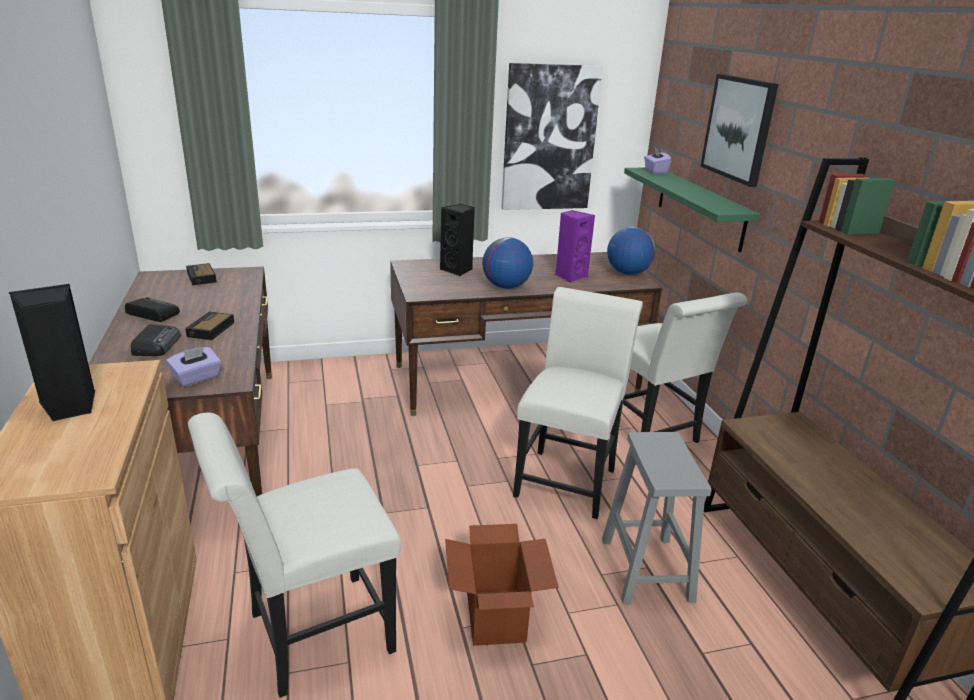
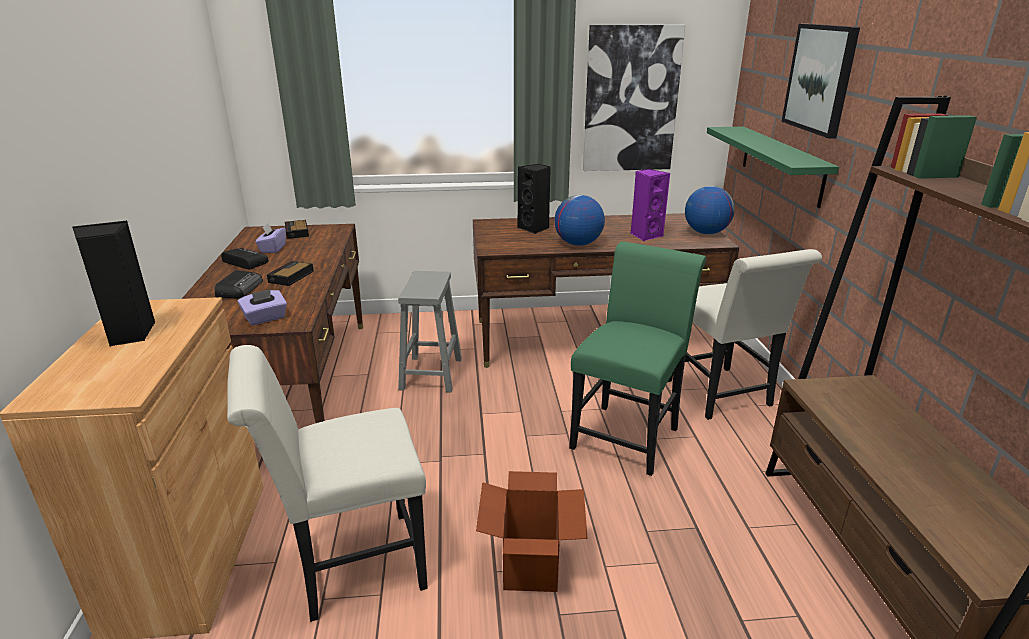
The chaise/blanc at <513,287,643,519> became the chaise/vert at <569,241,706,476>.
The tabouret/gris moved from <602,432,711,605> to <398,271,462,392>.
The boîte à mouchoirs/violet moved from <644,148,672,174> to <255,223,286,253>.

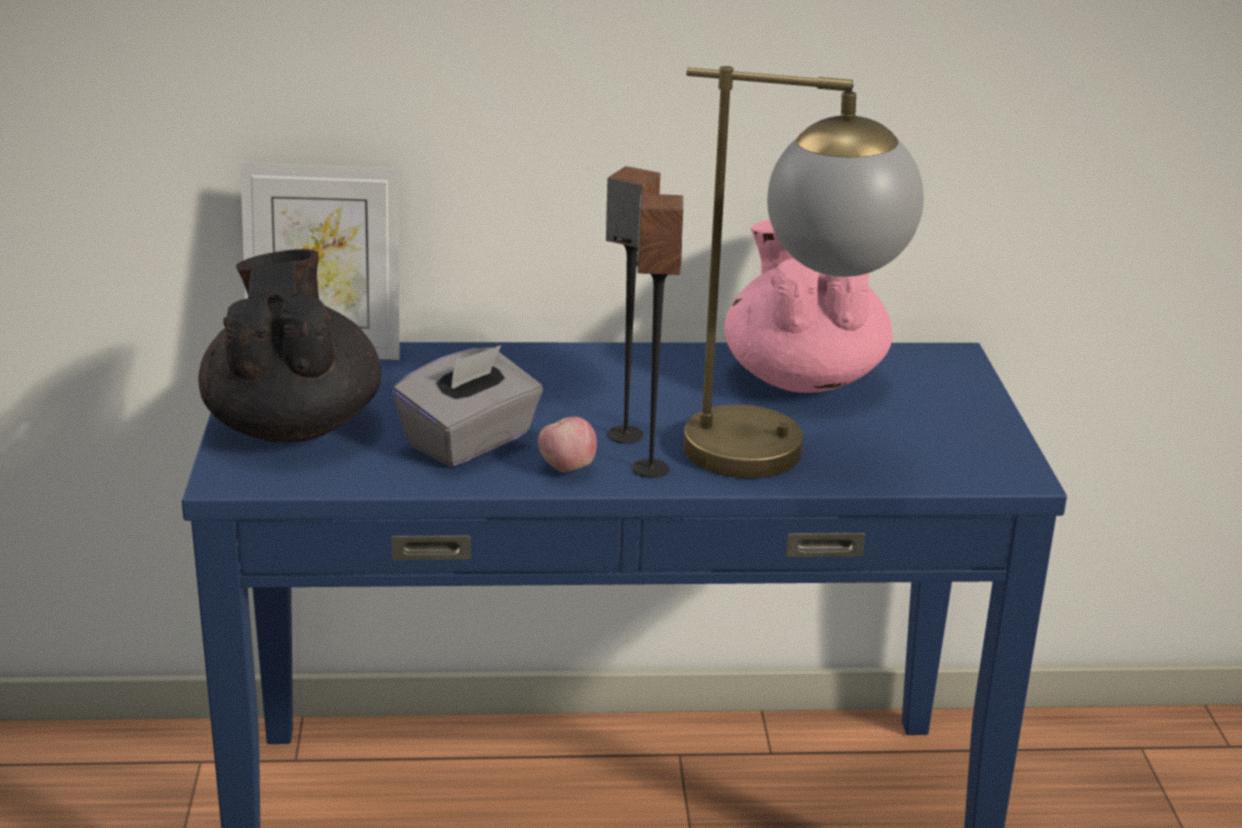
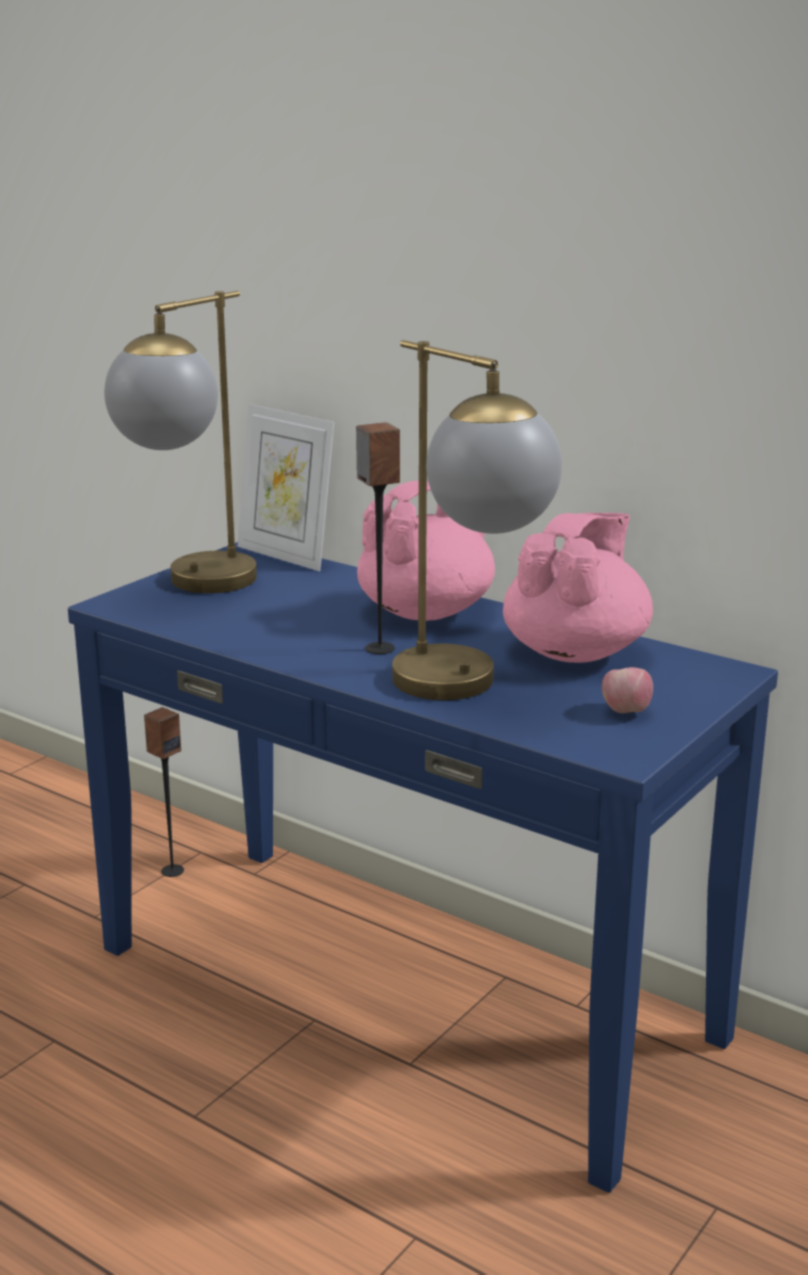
The théière/noir at <198,249,381,442> was replaced by the lampe de table at <104,291,257,593>.
The boîte à mouchoirs/gris at <392,345,543,467> disappeared.
The pomme moved from <538,417,597,472> to <602,667,653,713>.
The enceinte moved from <633,194,683,478> to <144,707,184,877>.
The théière/rose at <357,481,495,621> appeared.

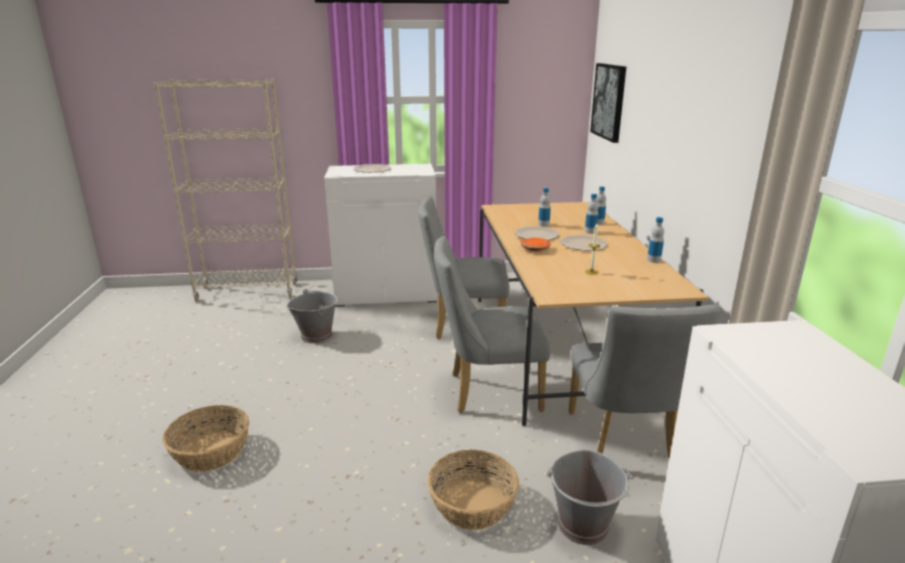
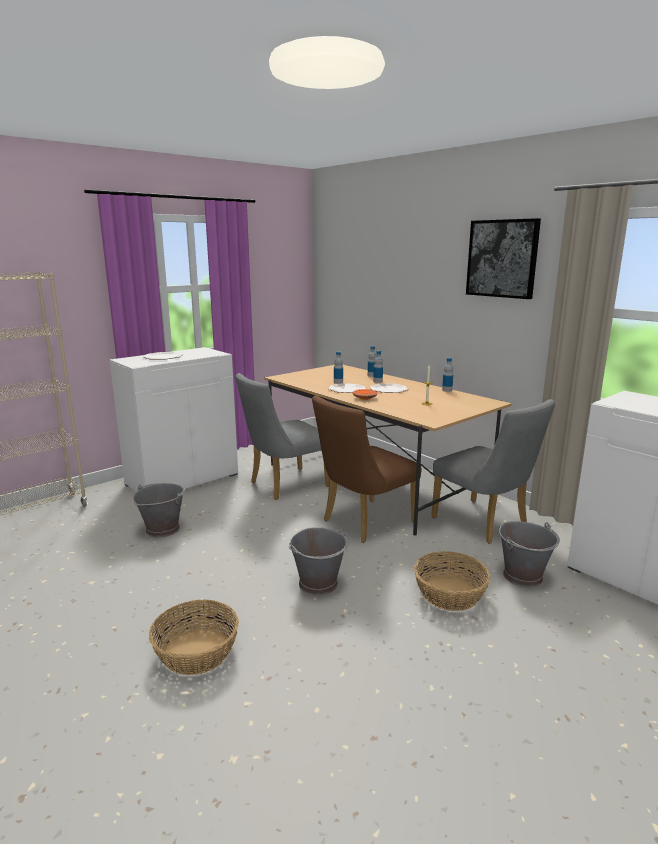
The chaise/gris at <434,236,551,413> became the chaise/marron at <312,395,422,543>.
The tableau moved from <590,63,626,143> to <466,218,541,299>.
The seau/gris at <289,527,348,595> appeared.

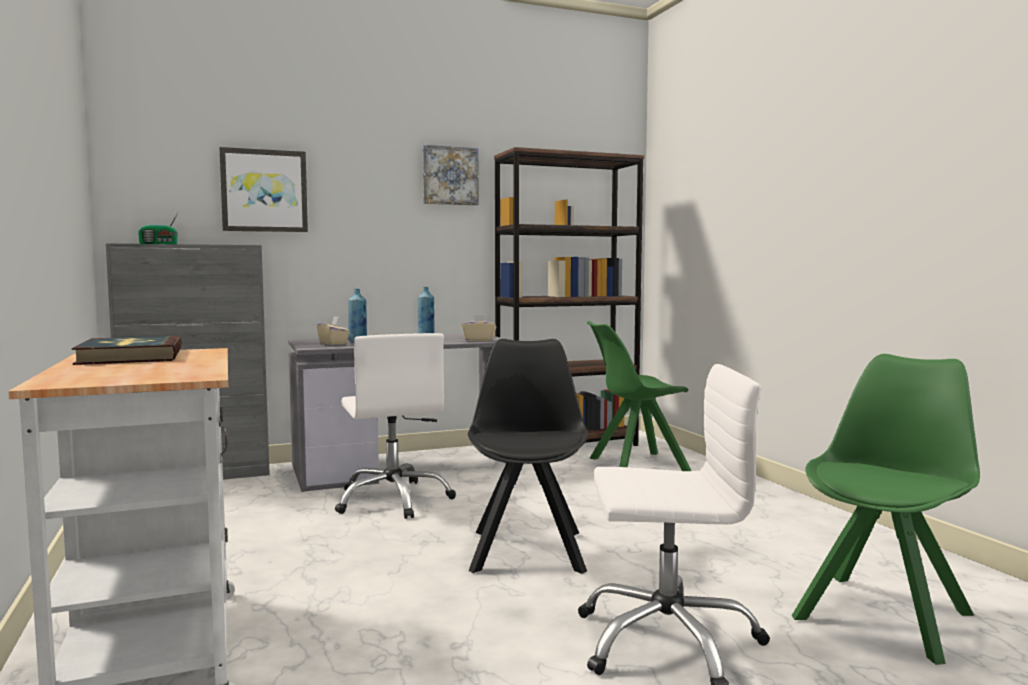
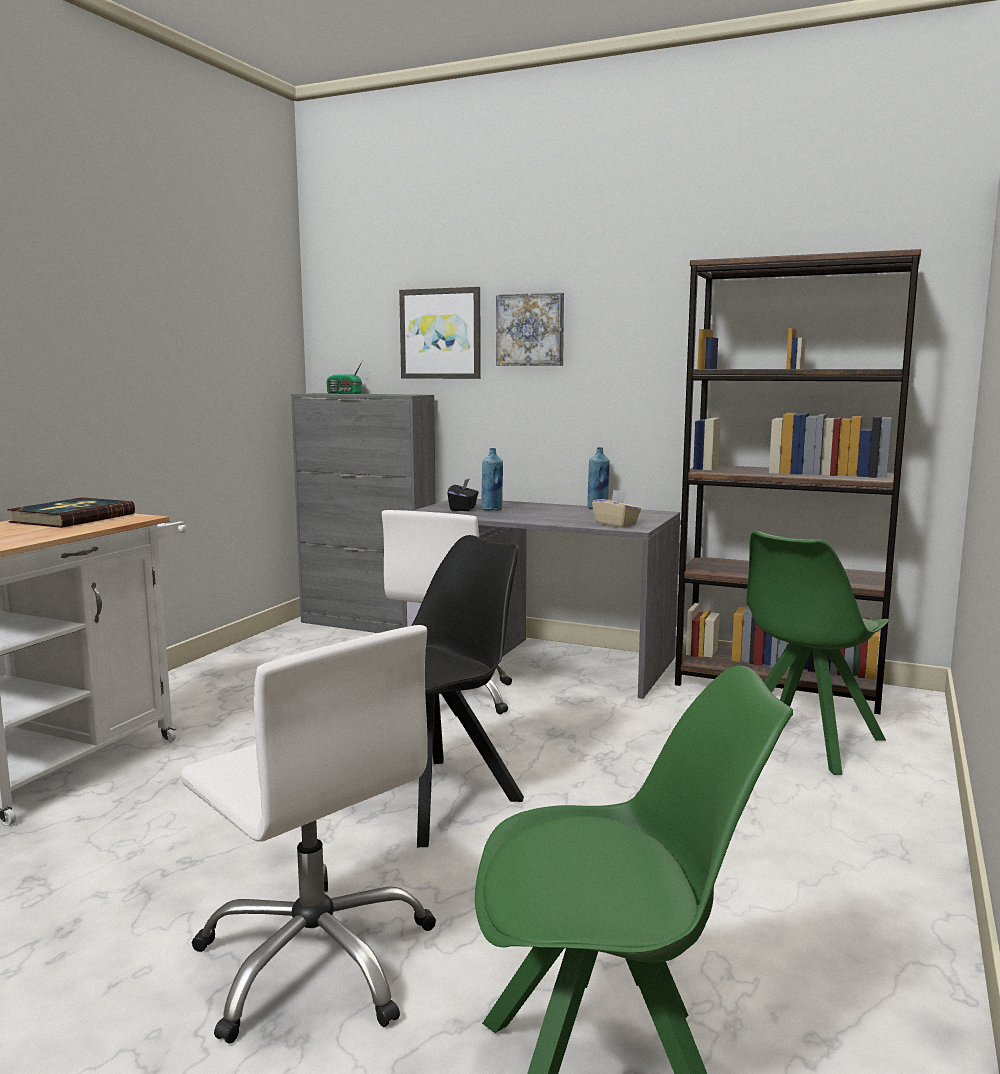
The boîte à mouchoirs/beige at <317,316,350,345> became the boîte à mouchoirs/noir at <448,478,479,511>.
The tableau moved from <423,145,479,205> to <496,292,564,366>.
The chaise/vert at <587,321,692,471> turned 75 degrees counterclockwise.

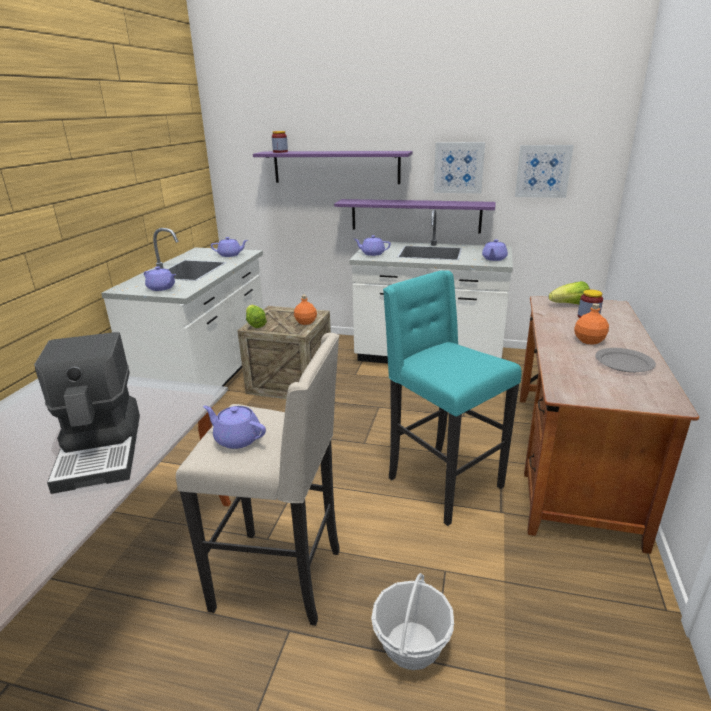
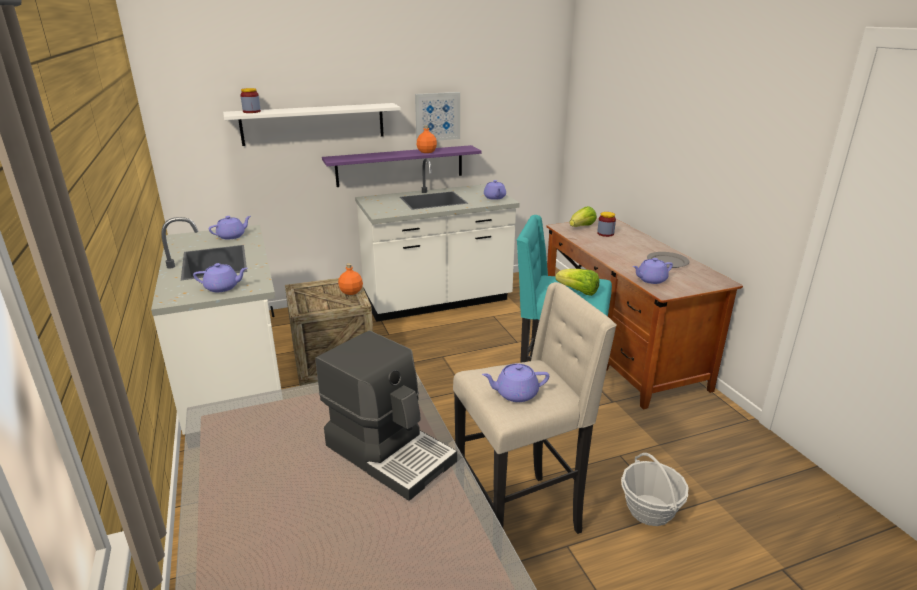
The laitue moved from <246,305,267,328> to <555,269,599,296>.
The étagère/violet at <253,151,413,184> became the étagère/blanc at <223,103,401,146>.
The théière/violet moved from <354,235,391,256> to <633,258,673,284>.
The tableau at <515,145,574,198> disappeared.
The bouteille/orange moved from <574,303,609,345> to <416,125,437,153>.

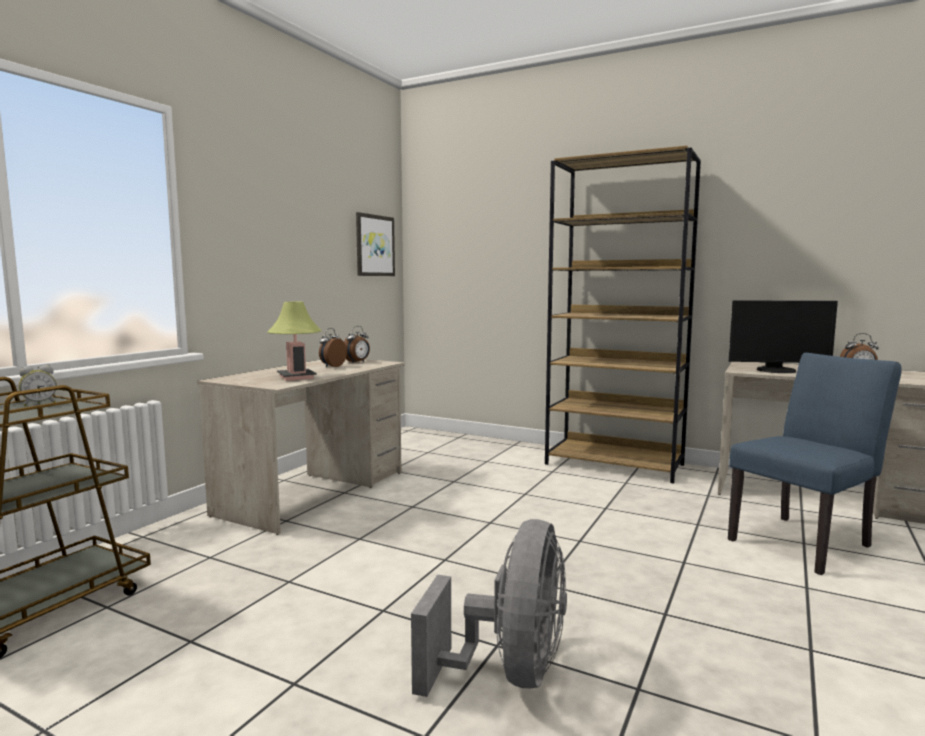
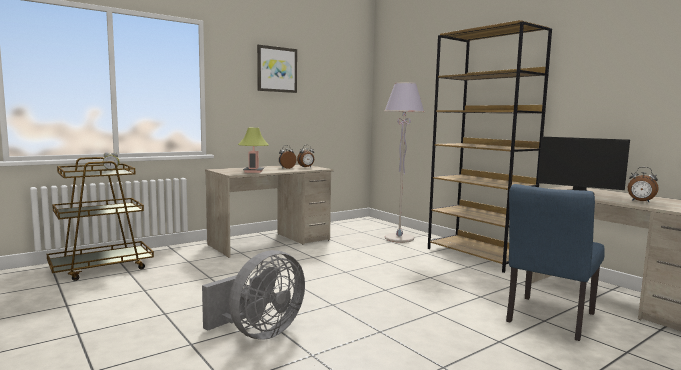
The tableau moved from <356,212,395,276> to <257,45,297,93>.
The chaise/bleu at <728,353,902,575> turned 135 degrees clockwise.
The lampadaire/gris at <384,82,425,243> appeared.

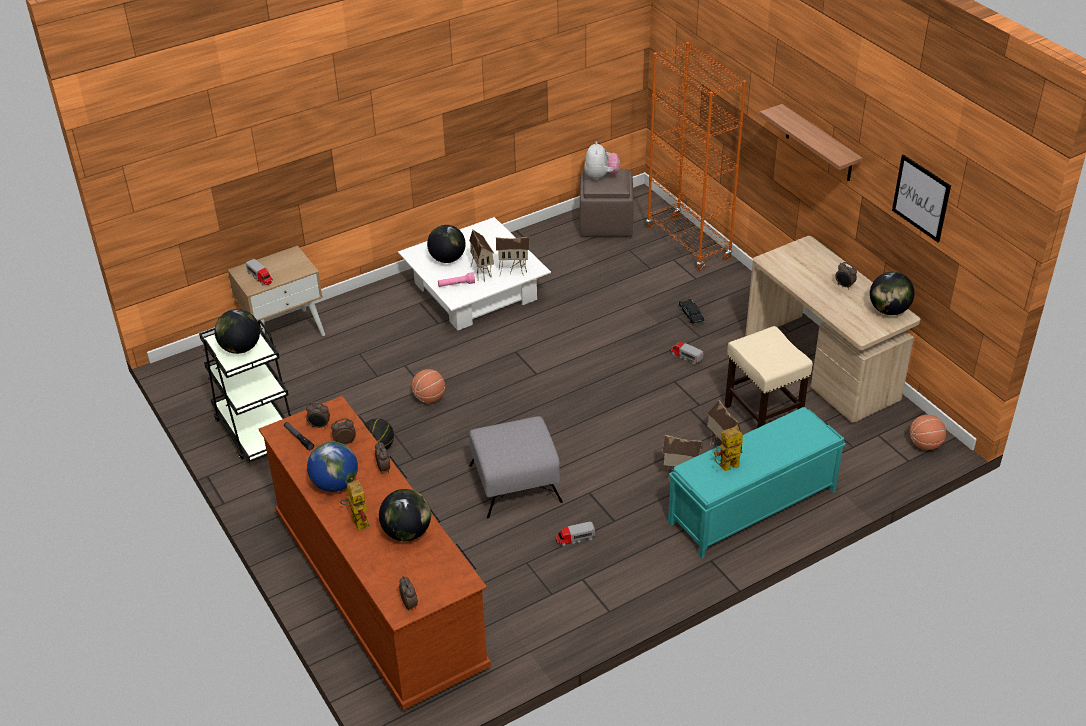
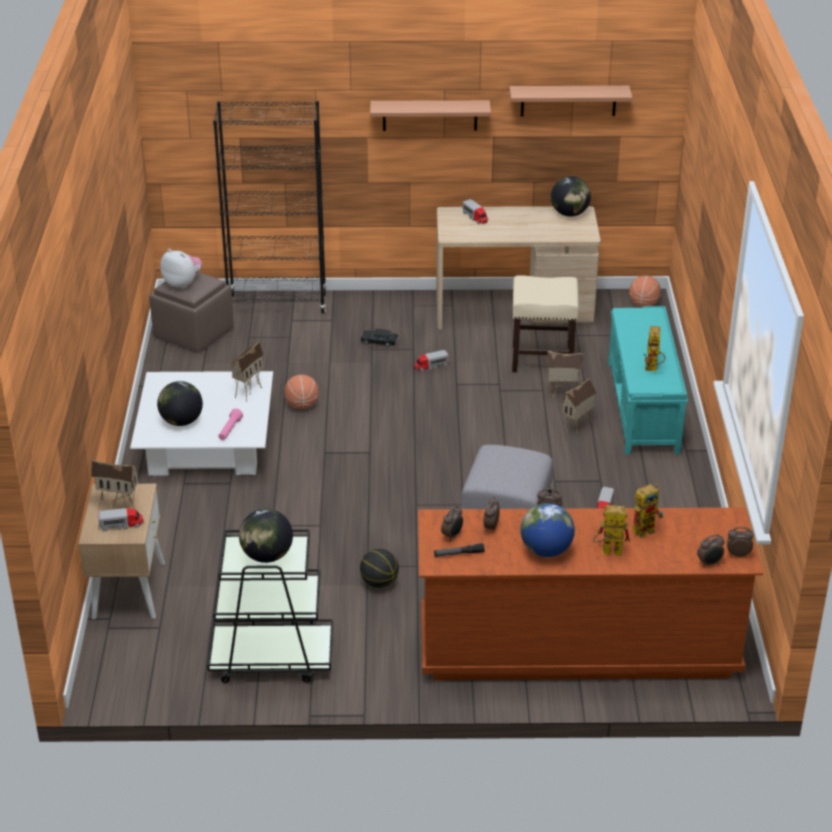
The globe at <379,489,431,541> was replaced by the robot jouet at <632,483,663,538>.
The ballon de basket moved from <412,369,445,403> to <285,375,319,409>.
The maison miniature moved from <469,229,494,282> to <91,460,139,510>.
The bibliothèque/orange at <646,42,746,270> became the bibliothèque/noir at <213,101,326,314>.
The réveil moved from <835,262,857,289> to <697,534,725,567>.
The tableau at <892,154,951,242> was replaced by the étagère at <509,86,633,116>.
The camion jouet at <463,199,488,224> appeared.

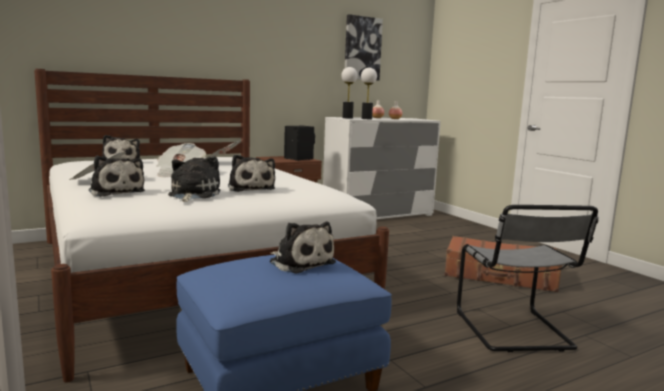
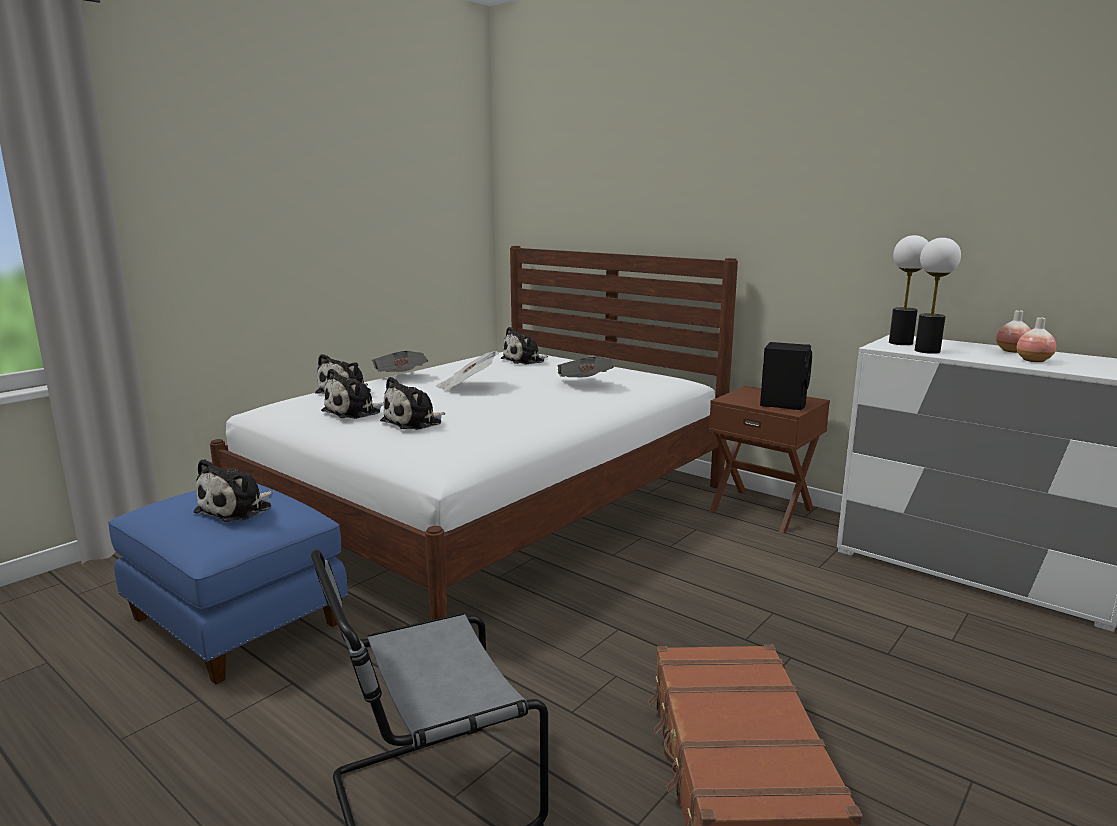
The peluche at <168,156,220,202> turned 150 degrees clockwise.
The tableau at <345,14,383,81> disappeared.

